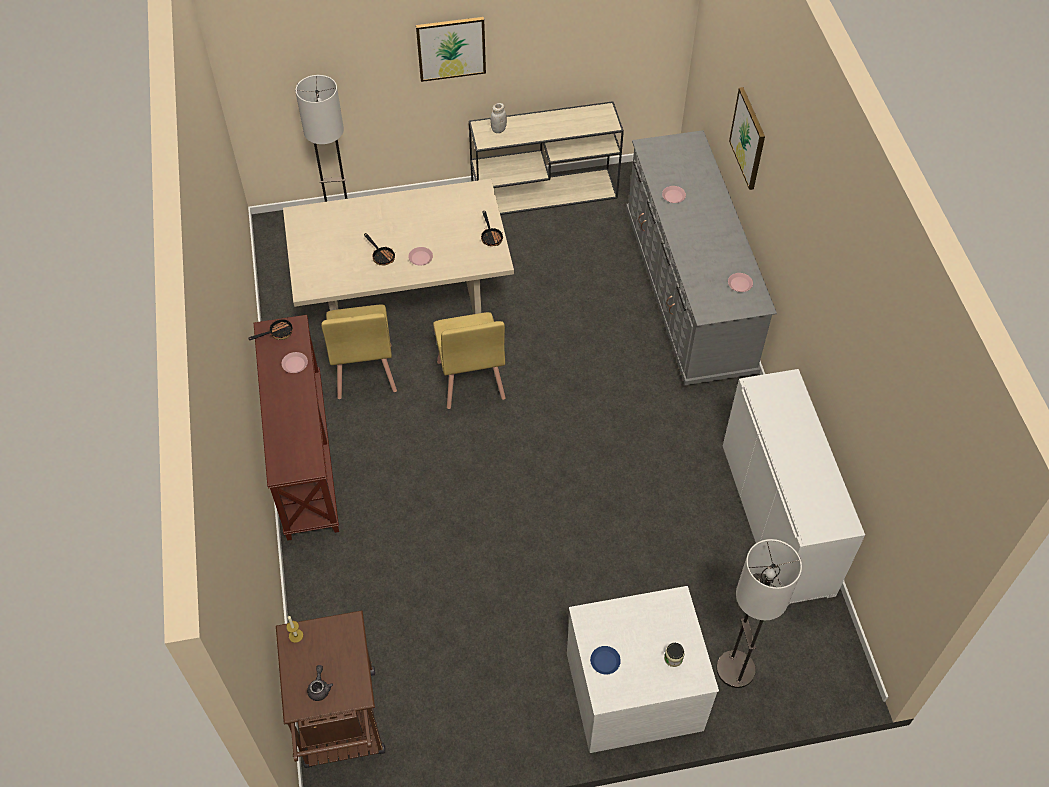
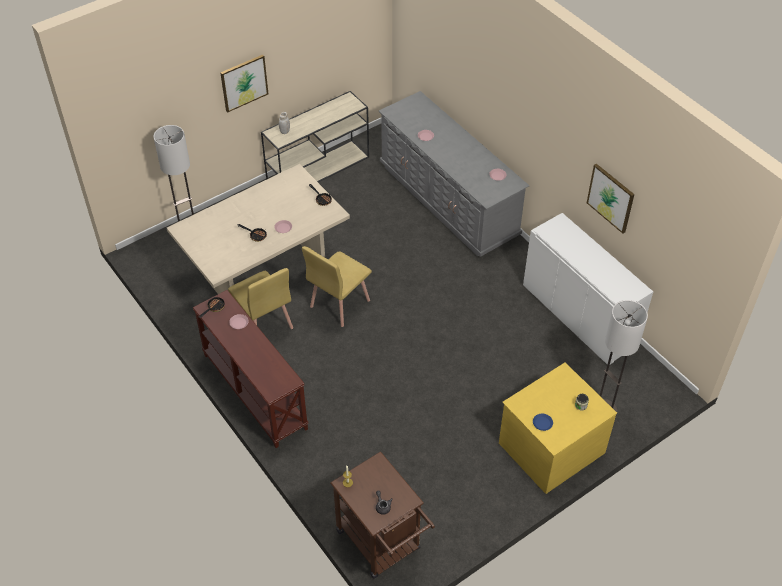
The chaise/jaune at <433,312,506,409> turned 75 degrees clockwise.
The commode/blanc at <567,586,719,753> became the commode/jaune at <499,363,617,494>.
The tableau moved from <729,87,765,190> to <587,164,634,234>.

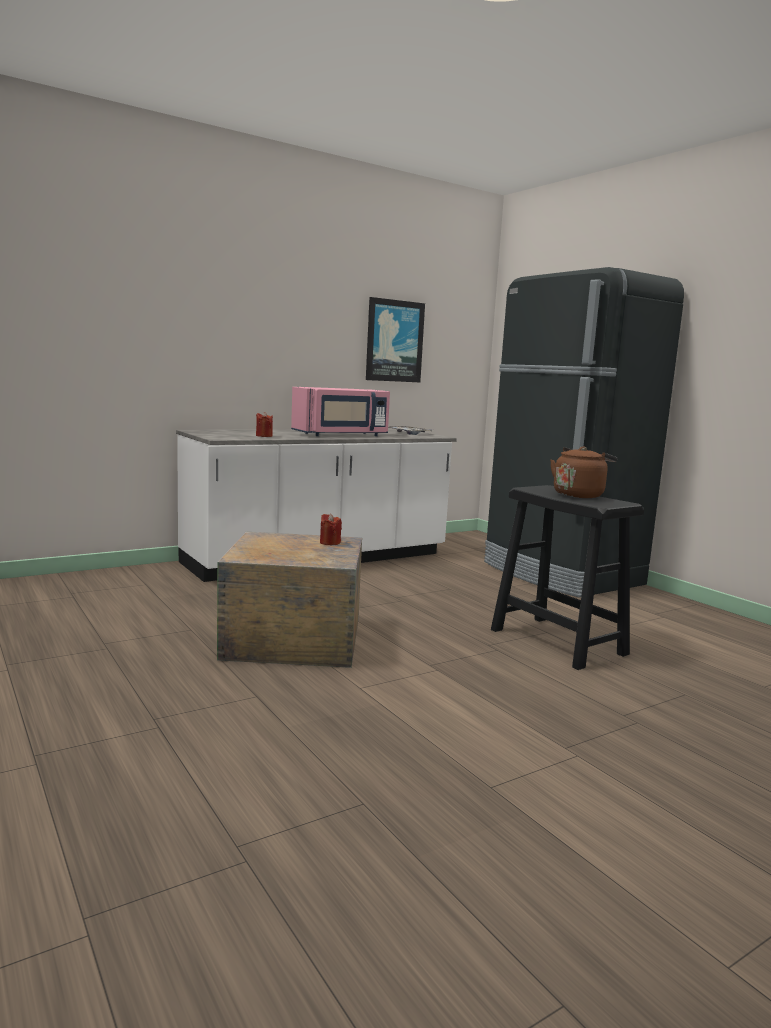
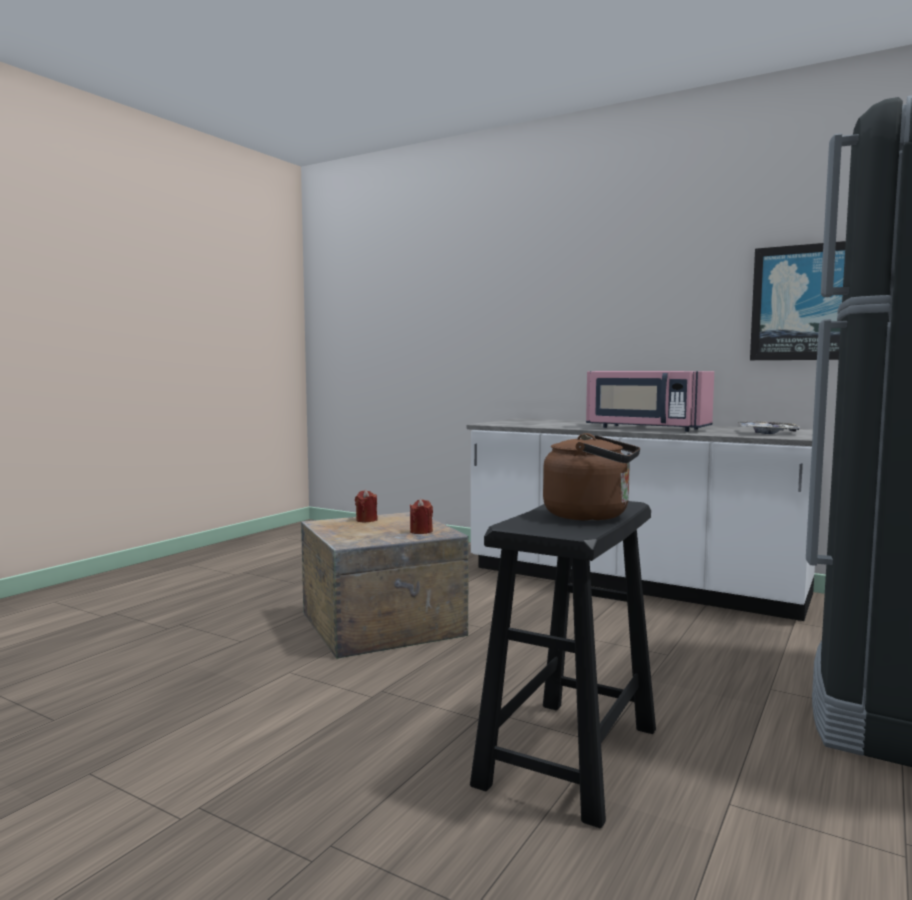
The bougie/rouge moved from <256,412,273,437> to <355,490,377,523>.

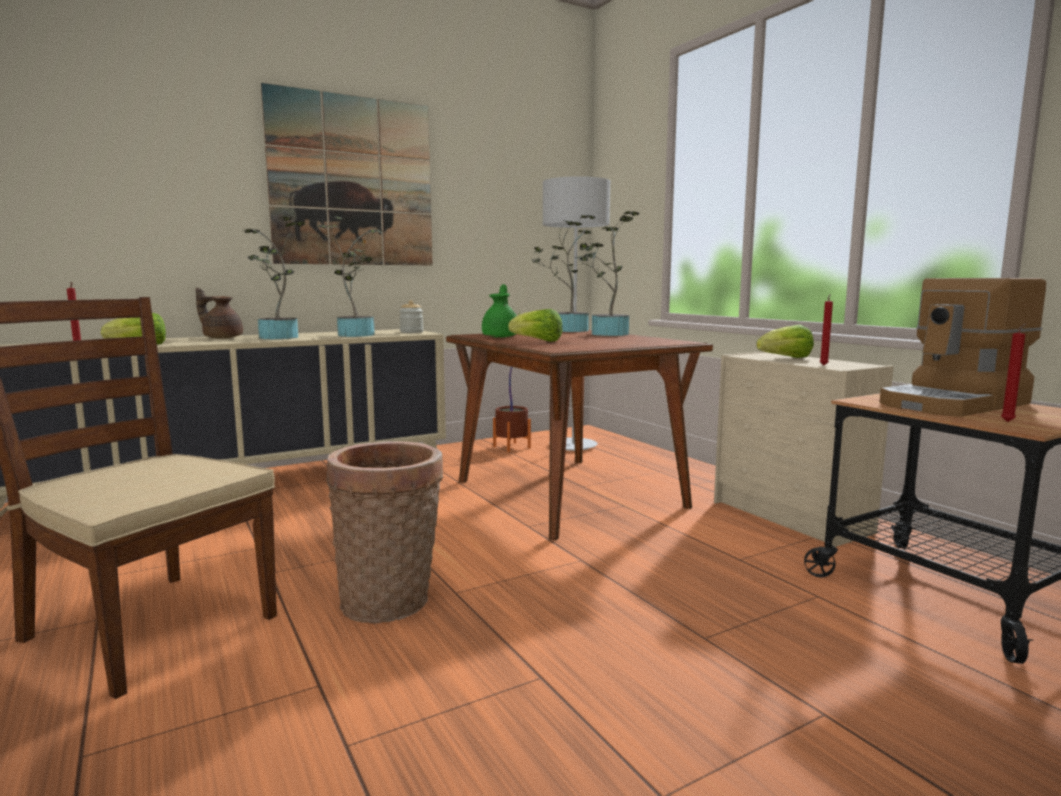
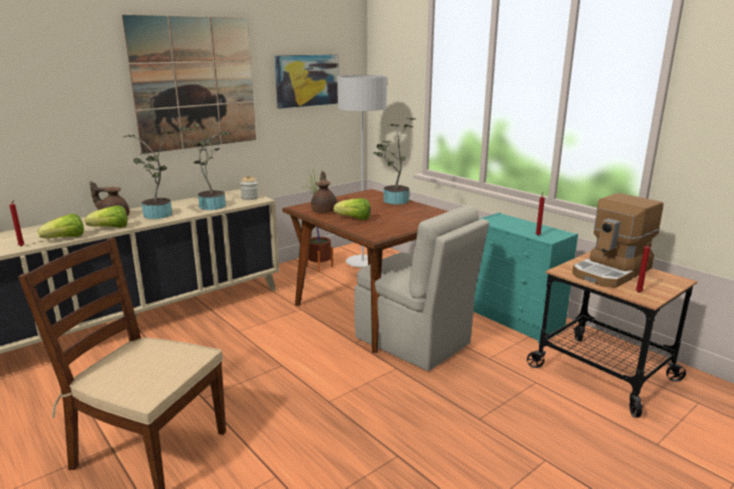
The panier at <326,441,443,624> disappeared.
The théière/vert at <482,284,517,338> became the théière/marron at <311,171,338,213>.
The plante en pot at <531,215,595,332> disappeared.
The commode/beige at <714,352,894,547> became the commode/turquoise at <473,212,578,344>.
The laitue moved from <756,325,814,358> to <85,205,128,228>.
The tableau at <275,55,339,109> appeared.
The chaise/beige at <354,205,489,371> appeared.

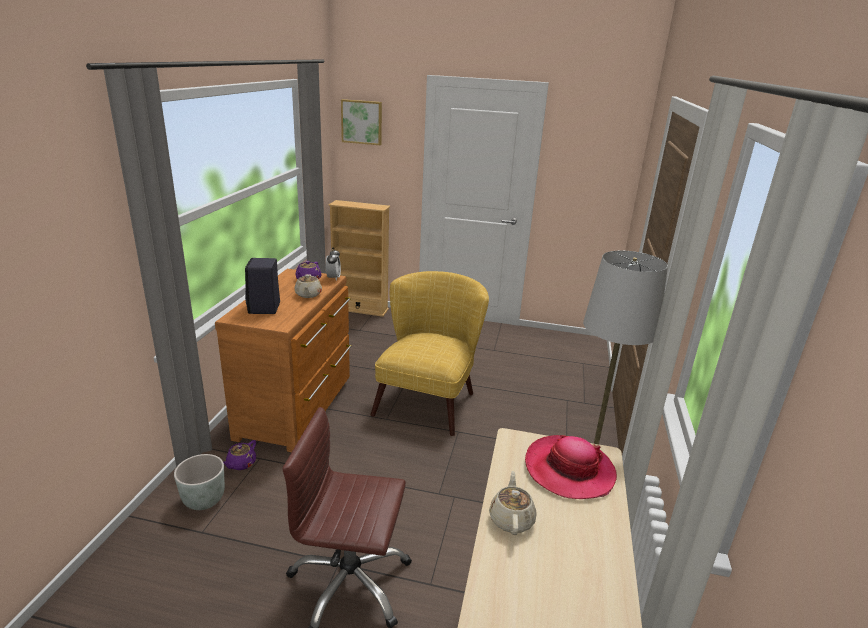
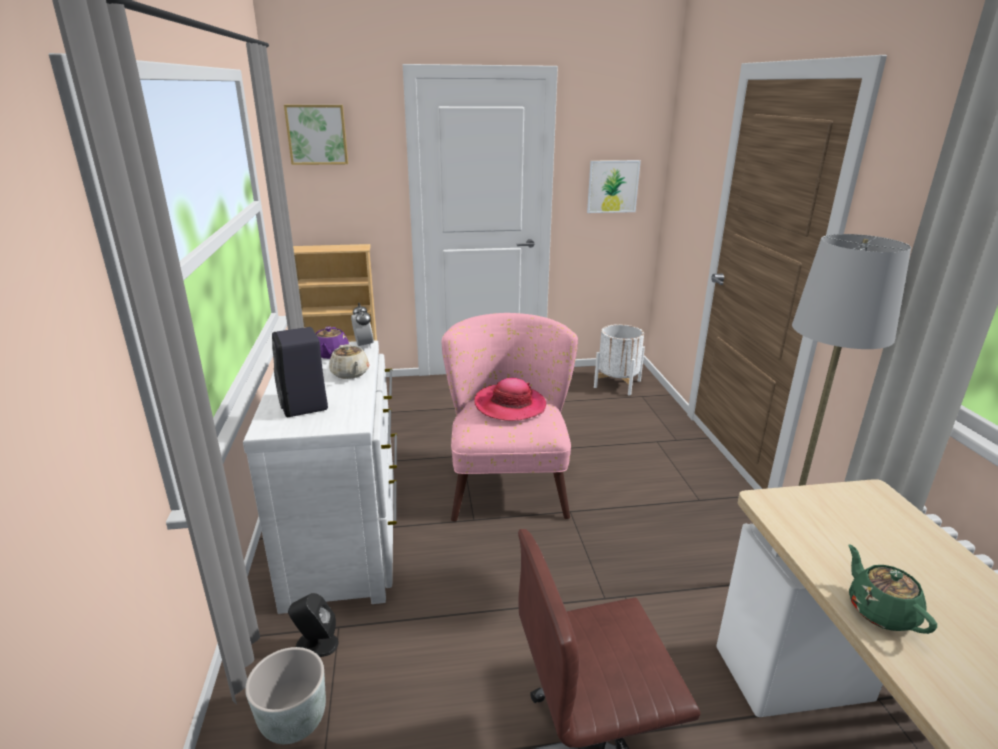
The commode/marron at <215,269,351,452> became the commode/blanc at <243,340,397,614>.
The théière/violet at <223,440,256,470> was replaced by the enceinte/noir at <288,593,339,657>.
The fauteuil/jaune at <371,271,489,436> became the fauteuil/rose at <442,313,578,521>.
The théière/beige at <489,471,536,535> became the théière/vert at <849,544,937,634>.
The chapeau moved from <525,435,617,499> to <474,378,546,421>.
The tableau at <587,160,641,213> appeared.
The cache-pot/blanc at <594,324,645,396> appeared.

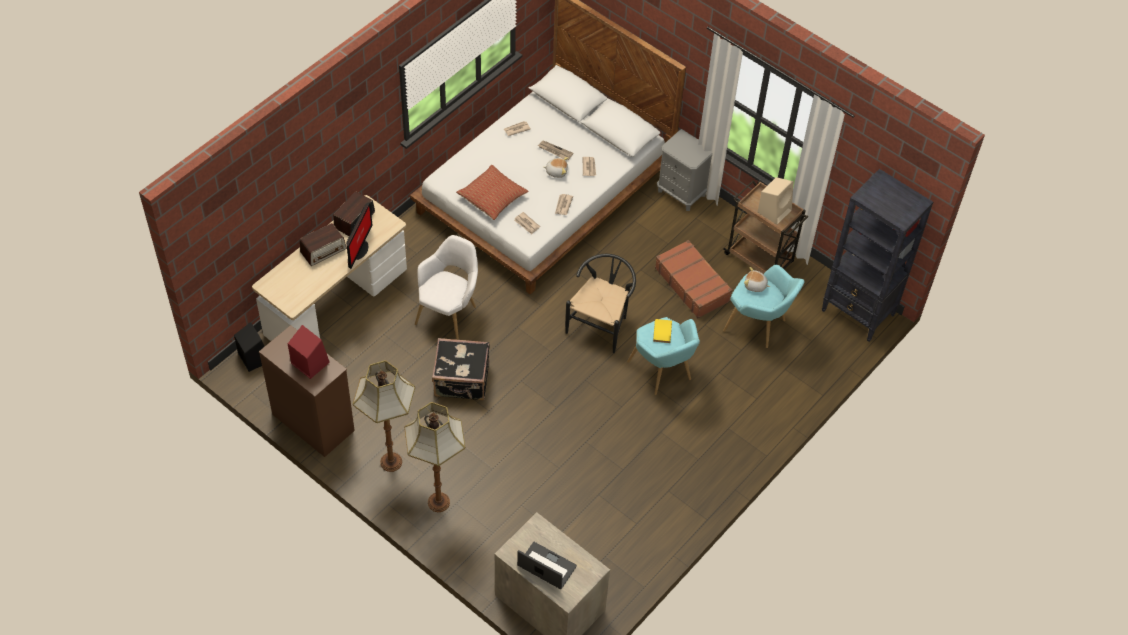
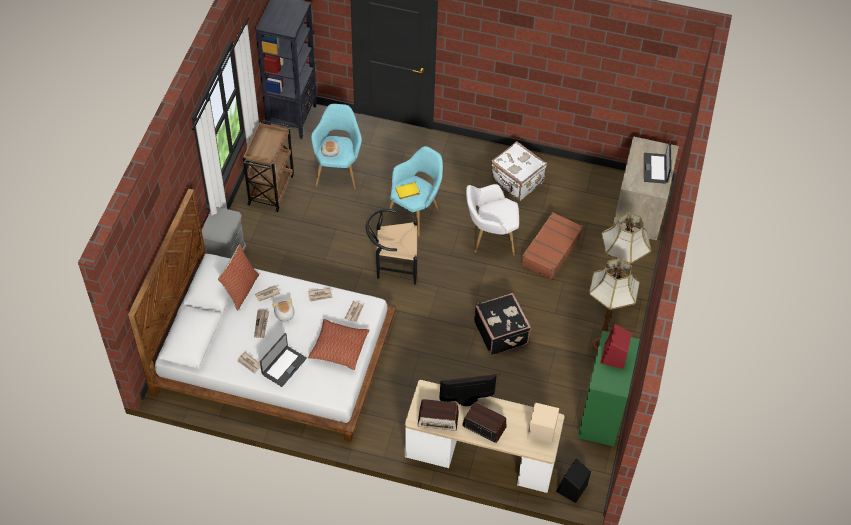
The commode/marron at <259,325,355,457> became the commode/vert at <578,330,640,447>.
The fauteuil/blanc moved from <415,235,478,340> to <466,184,519,255>.
The valise/marron moved from <655,240,732,318> to <521,212,583,280>.
The enceinte/beige moved from <758,177,793,225> to <527,403,559,444>.
The coussin at <218,244,259,310> appeared.
The ordinateur portable at <260,333,307,387> appeared.
The valise/blanc at <490,141,547,201> appeared.

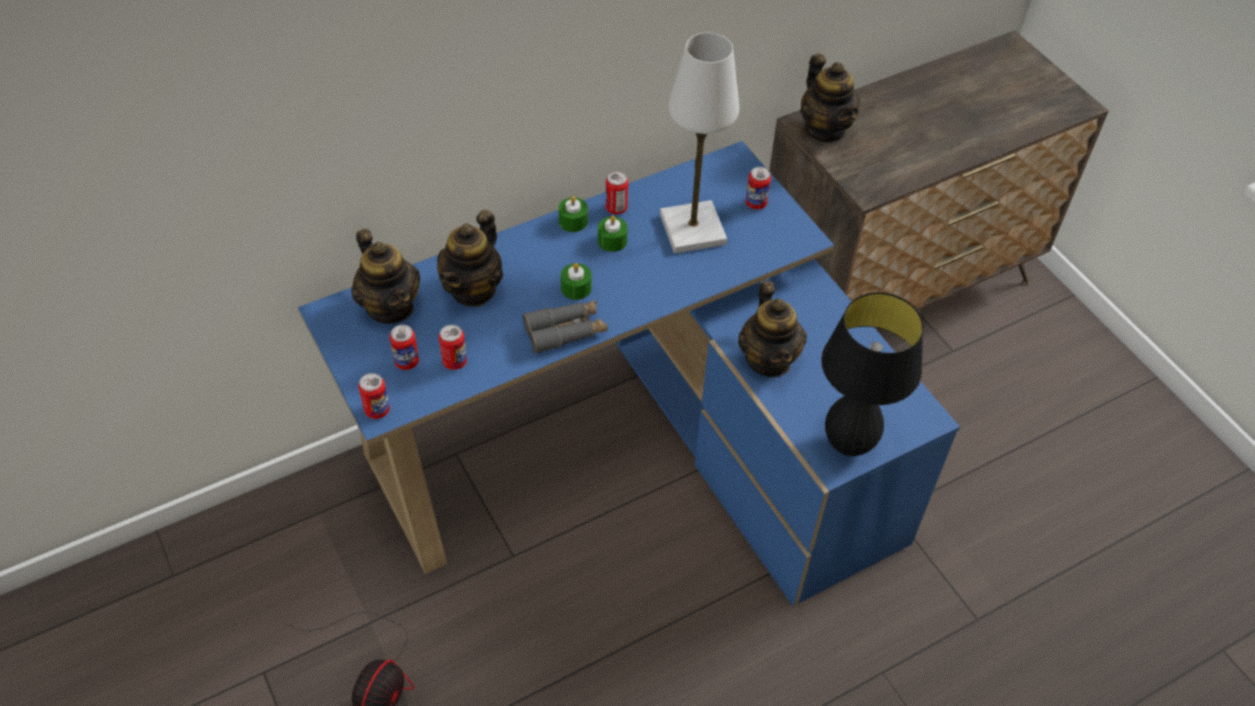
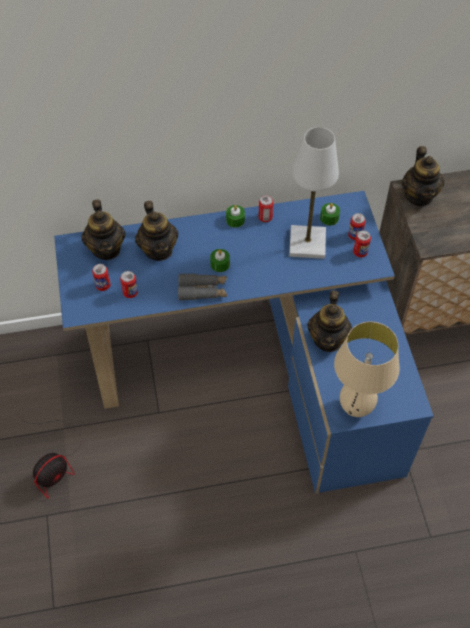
The boîte métallique moved from <358,373,390,419> to <353,230,371,257>.
The théière at <437,210,503,307> turned 60 degrees counterclockwise.
The bougie/vert moved from <598,215,628,252> to <320,203,340,225>.
The lampe de table/noir at <821,292,924,456> became the lampe de table/beige at <334,322,400,417>.

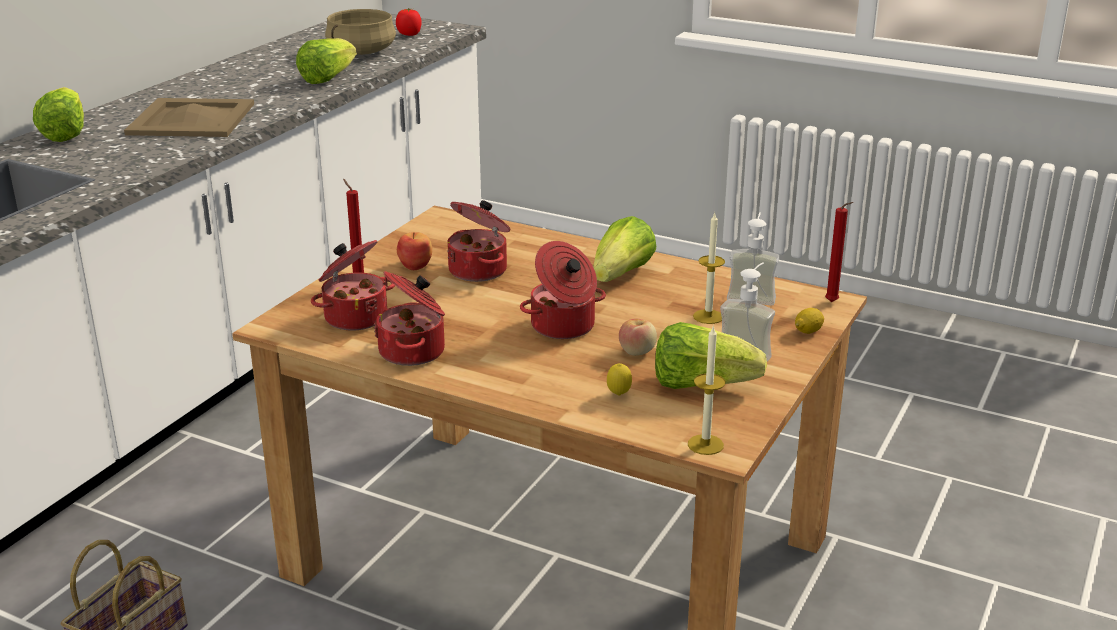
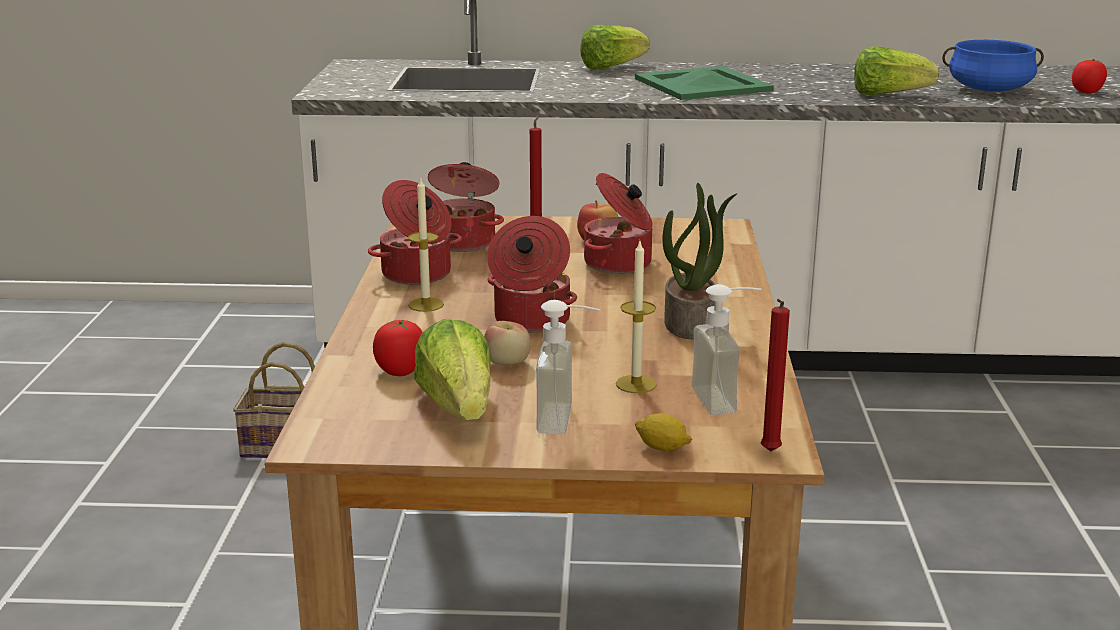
The plateau/beige at <124,98,254,137> became the plateau/vert at <635,66,774,100>.
The marmite/beige at <325,9,396,55> became the marmite/bleu at <942,40,1044,92>.
The laitue at <593,216,656,282> was replaced by the plante en pot at <662,183,737,339>.
The citron at <607,363,632,396> was replaced by the tomate at <373,320,423,376>.
The bougie moved from <688,325,725,455> to <408,177,444,312>.

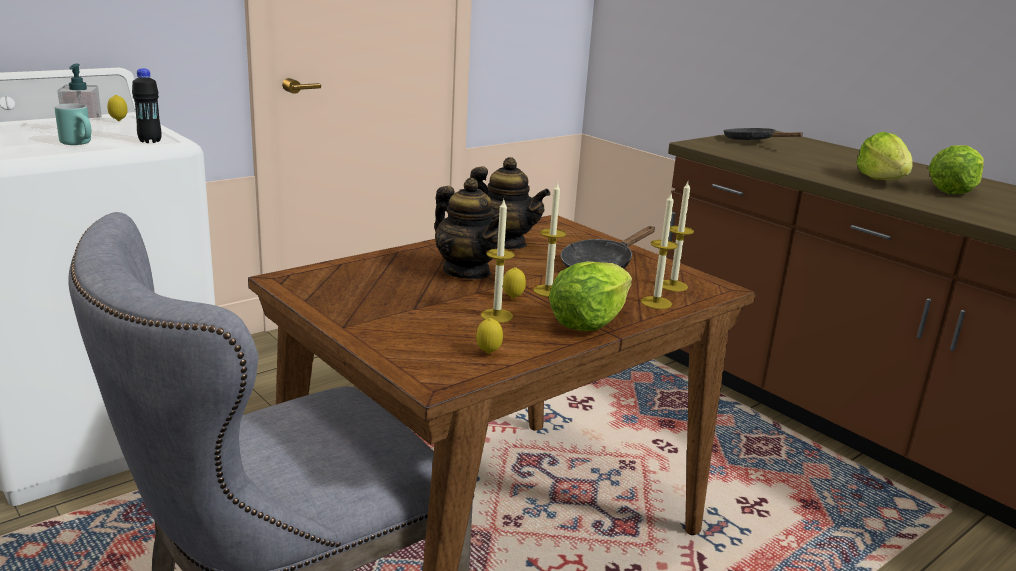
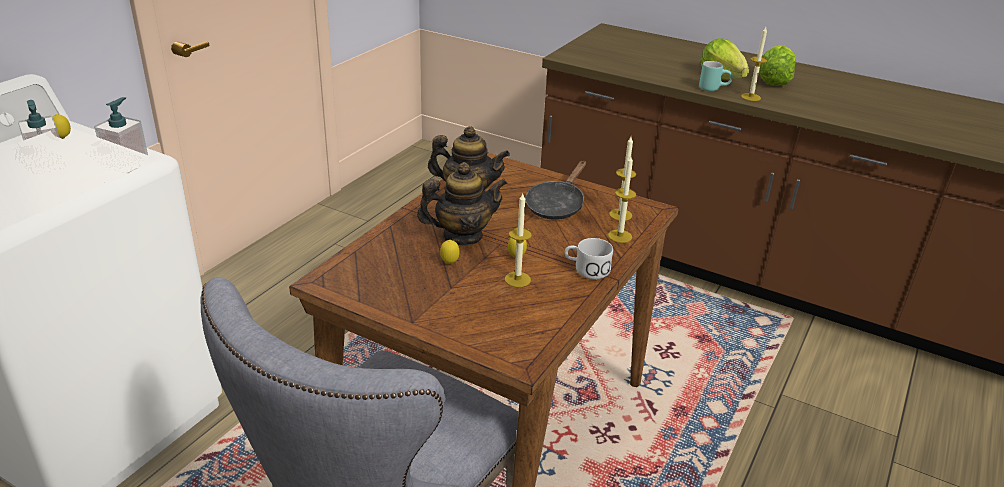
The mug/turquoise moved from <55,103,91,145> to <699,61,733,91>.
The bouteille/noir at <132,68,162,143> was replaced by the distributeur de savon at <94,97,149,173>.
The théière at <434,178,507,279> turned 45 degrees counterclockwise.
The citron moved from <476,318,503,354> to <440,240,460,264>.
The bougie moved from <533,181,566,297> to <741,27,768,101>.
The laitue at <549,261,632,331> was replaced by the mug/blanc at <564,238,613,279>.
The poêle/noir at <724,128,804,140> disappeared.

